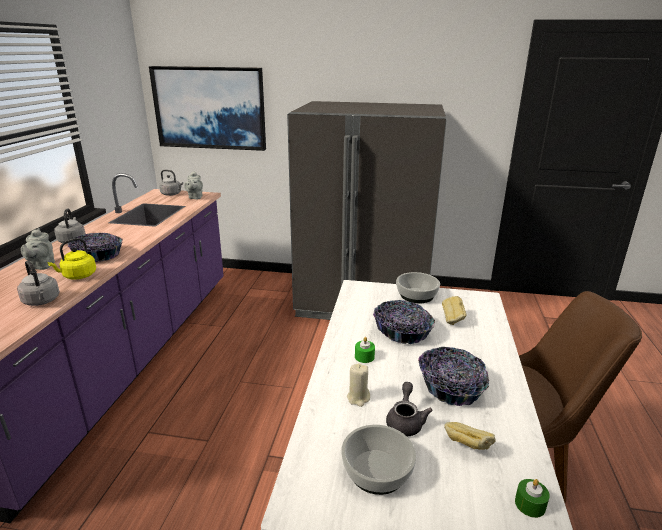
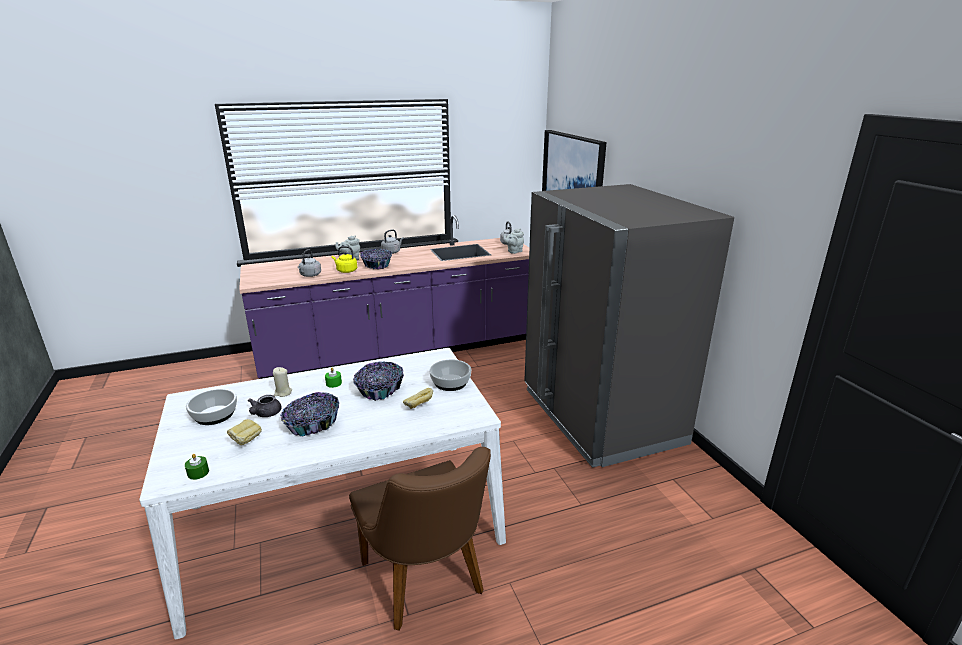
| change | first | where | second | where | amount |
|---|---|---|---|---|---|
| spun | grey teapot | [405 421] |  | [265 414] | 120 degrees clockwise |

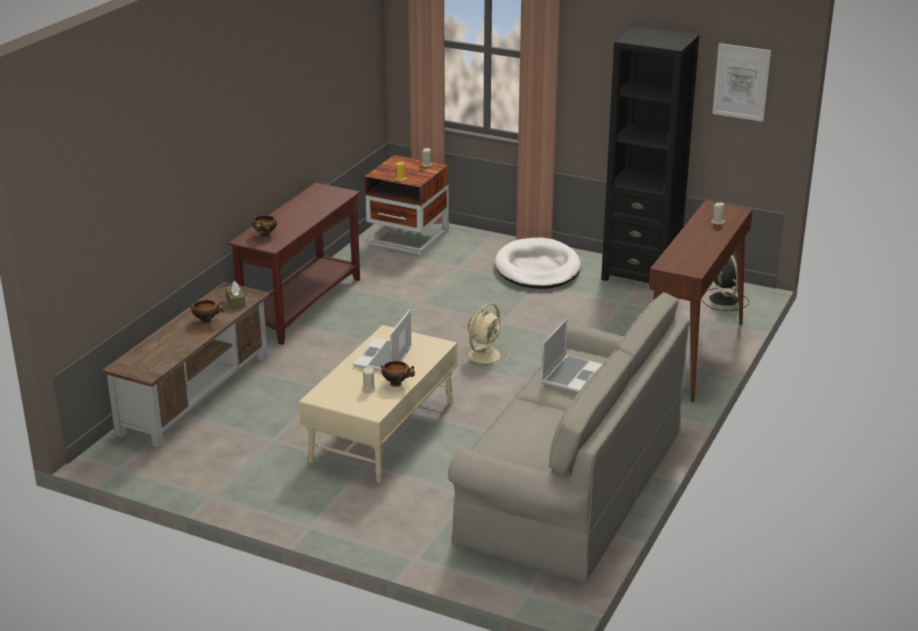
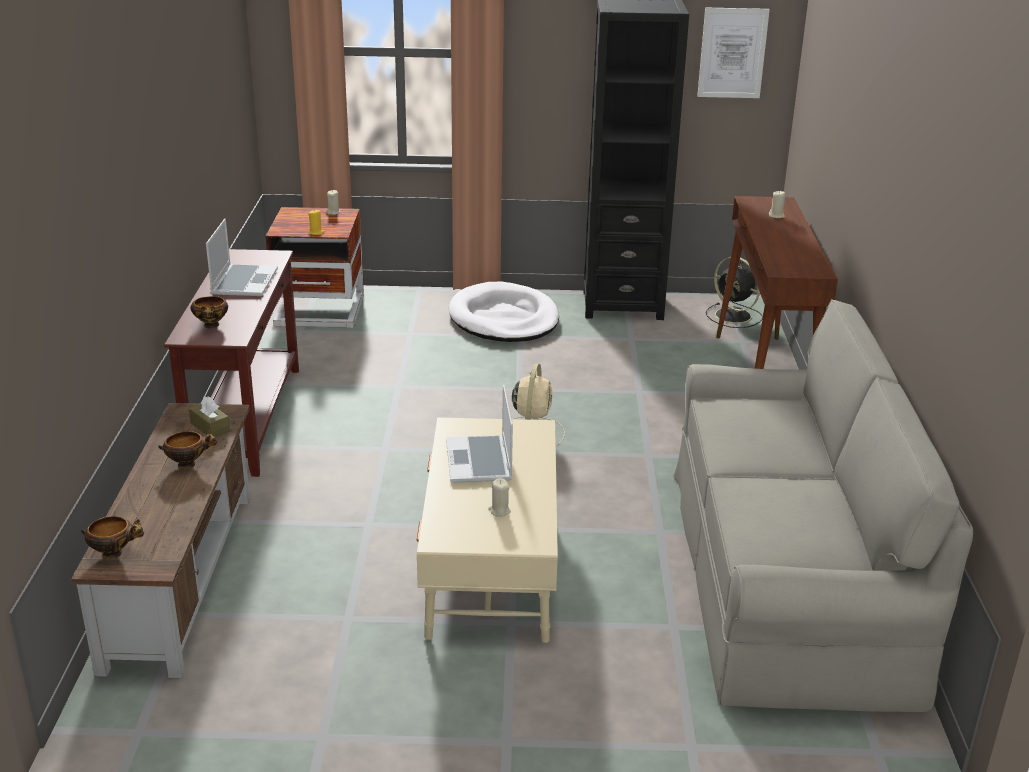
| change | first | where | second | where | amount |
|---|---|---|---|---|---|
| relocated | bowl | [397 384] |  | [114 553] |  |
| relocated | laptop | [572 375] |  | [244 282] |  |

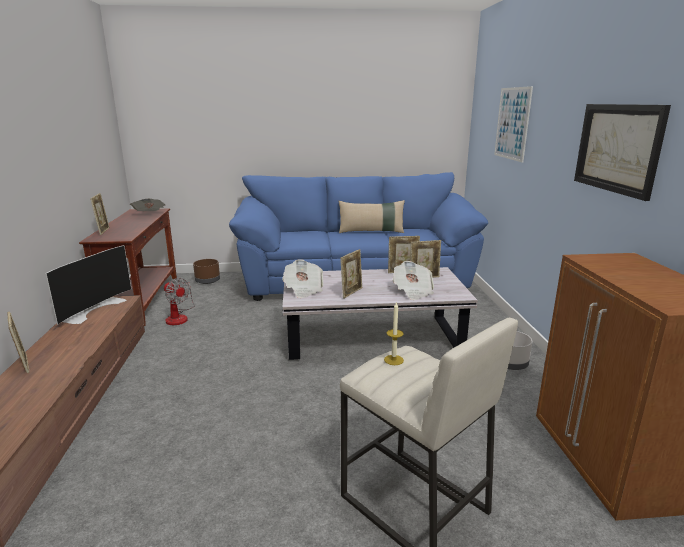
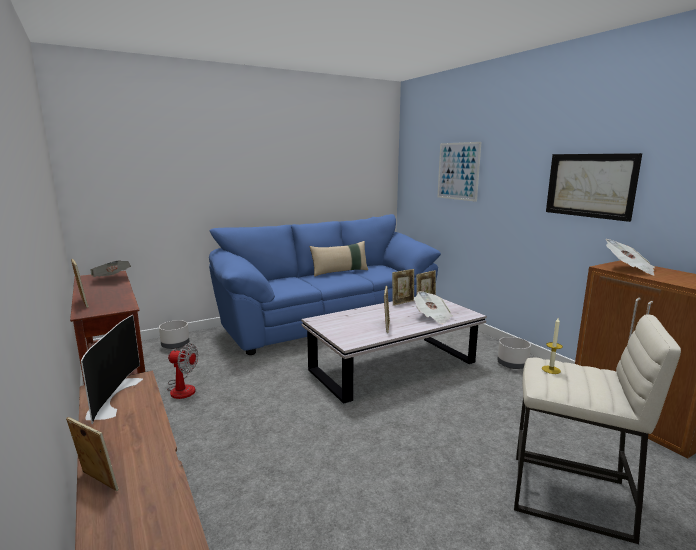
| change | first | where | second | where | amount |
|---|---|---|---|---|---|
| relocated | newspaper | [303 289] |  | [629 269] |  |
| colour | brown planter | [208 281] | grey planter | [176 345] |  |

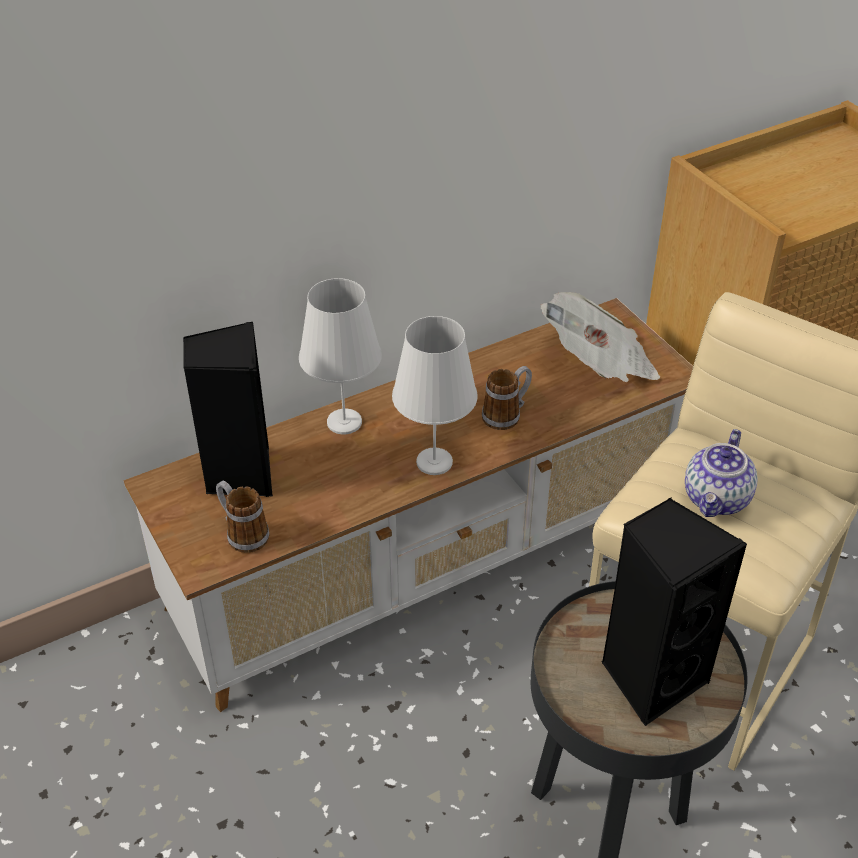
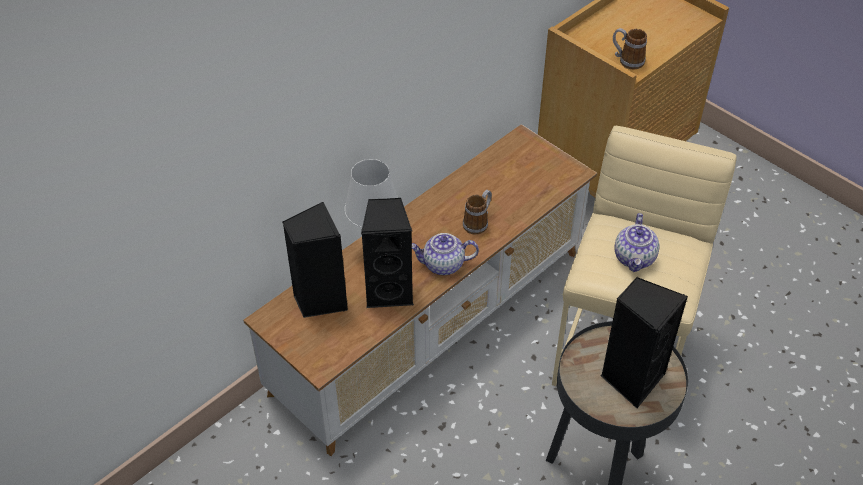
| change | first | where | second | where | amount |
|---|---|---|---|---|---|
| missing | newspaper | [599 364] |  |  |  |
| appeared |  |  | black speaker | [389 291] |  |
| relocated | mug | [242 533] |  | [627 60] |  |
| exchanged | white table lamp | [433 462] | teapot | [443 265] |  |

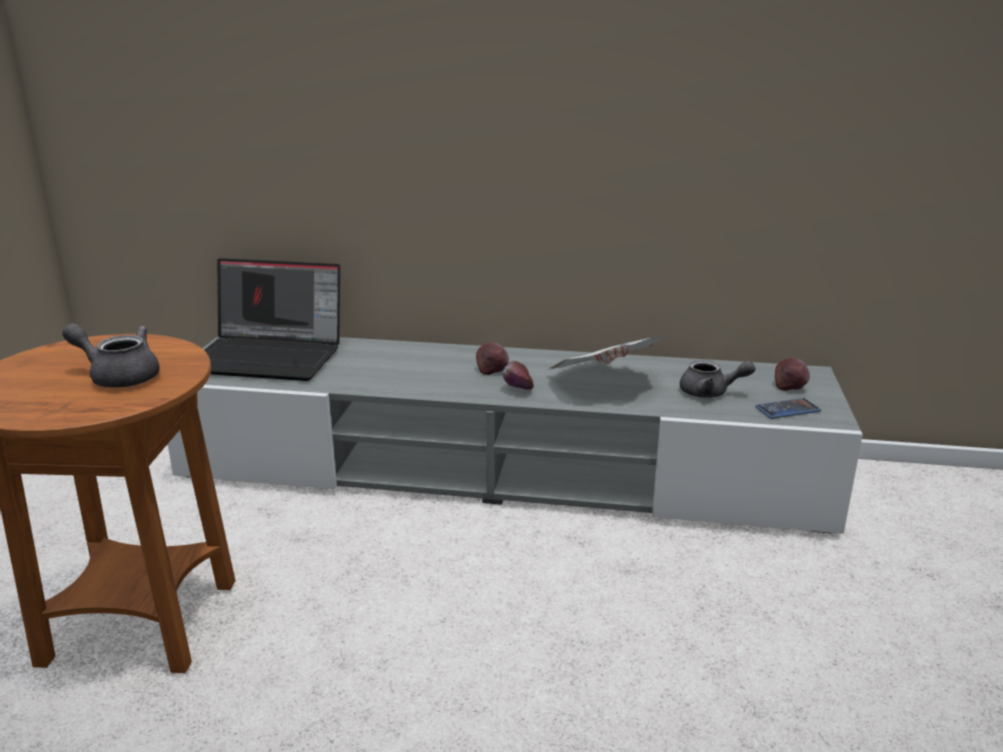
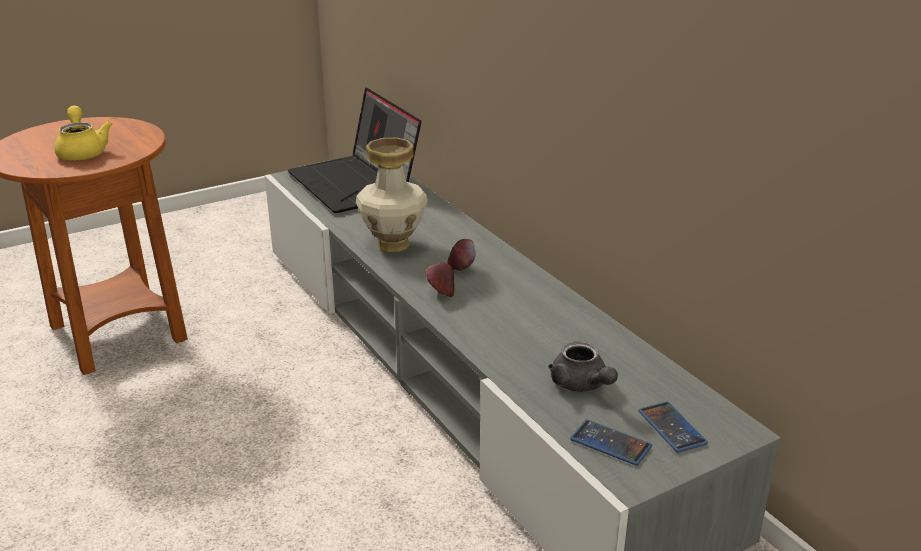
| change | first | where | second | where | amount |
|---|---|---|---|---|---|
| missing | newspaper | [602 382] |  |  |  |
| appeared |  |  | vase | [392 244] |  |
| exchanged | apple | [790 387] | phone | [671 427] |  |
| colour | grey teapot | [119 376] | yellow teapot | [83 151] |  |

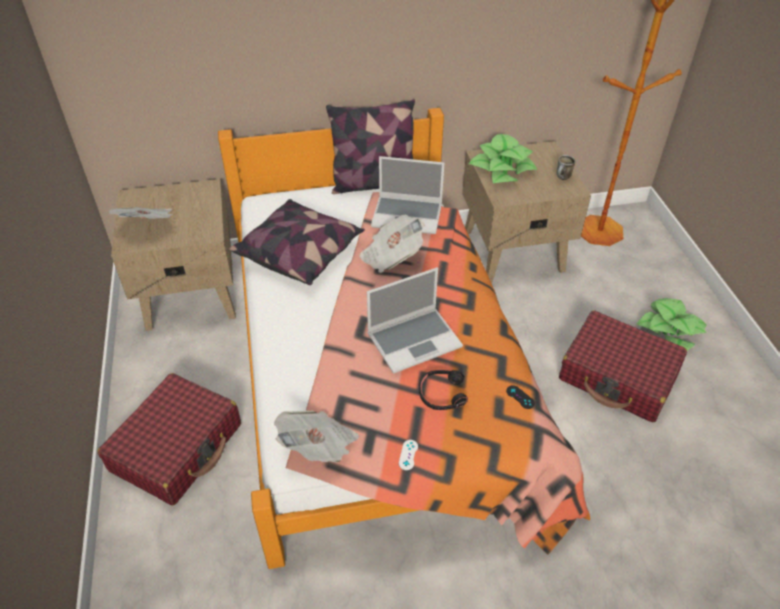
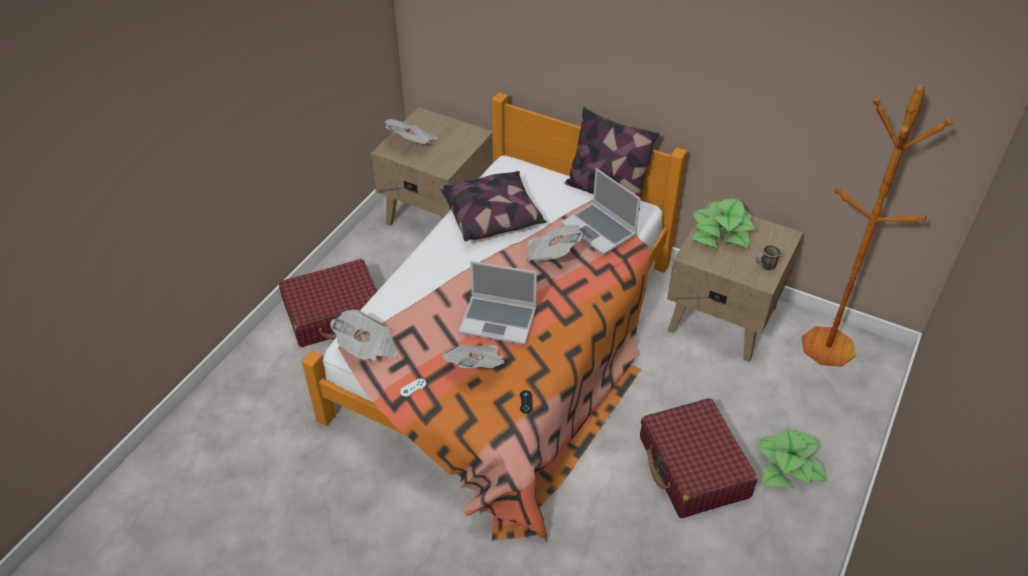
| change | first | where | second | where | amount |
|---|---|---|---|---|---|
| exchanged | black headphones | [442 394] | newspaper | [476 366] |  |

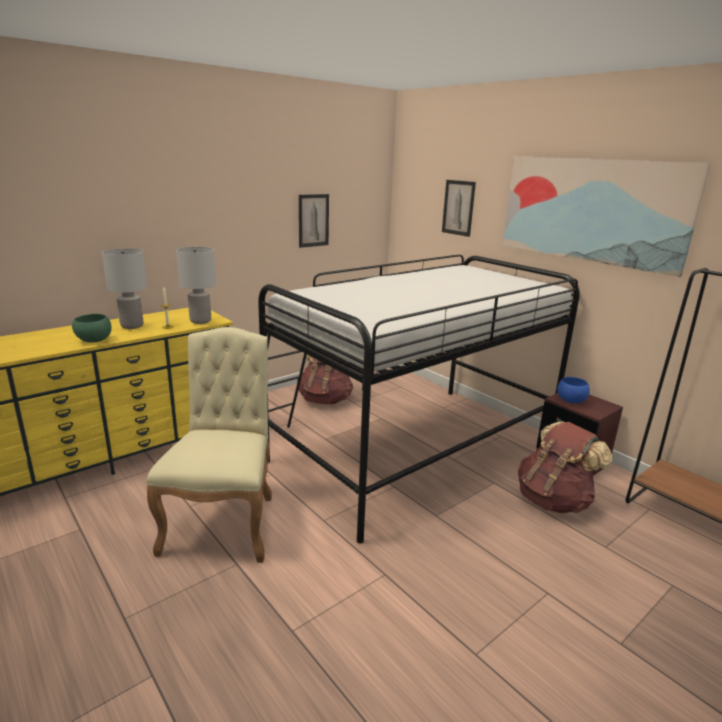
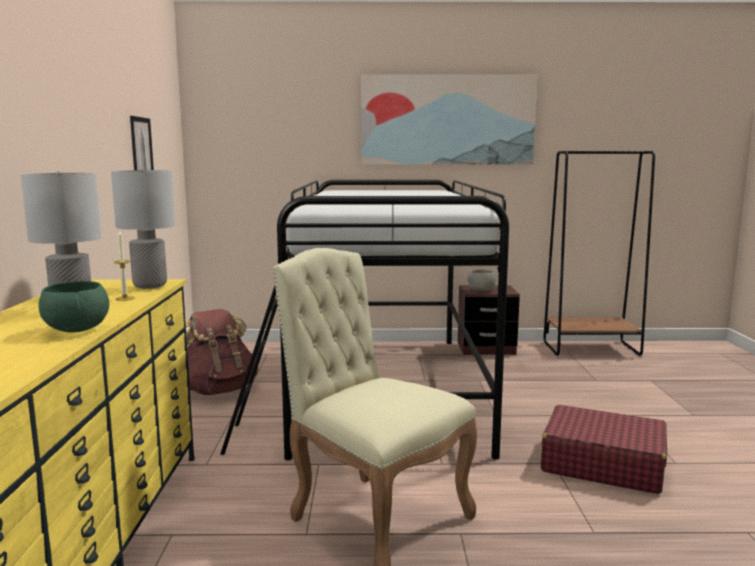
| change | first | where | second | where | amount |
|---|---|---|---|---|---|
| missing | picture | [458 208] |  |  |  |
| missing | brown backpack | [554 500] |  |  |  |
| appeared |  |  | red suitcase | [602 464] |  |
| colour | blue bowl | [570 401] | grey bowl | [481 291] |  |

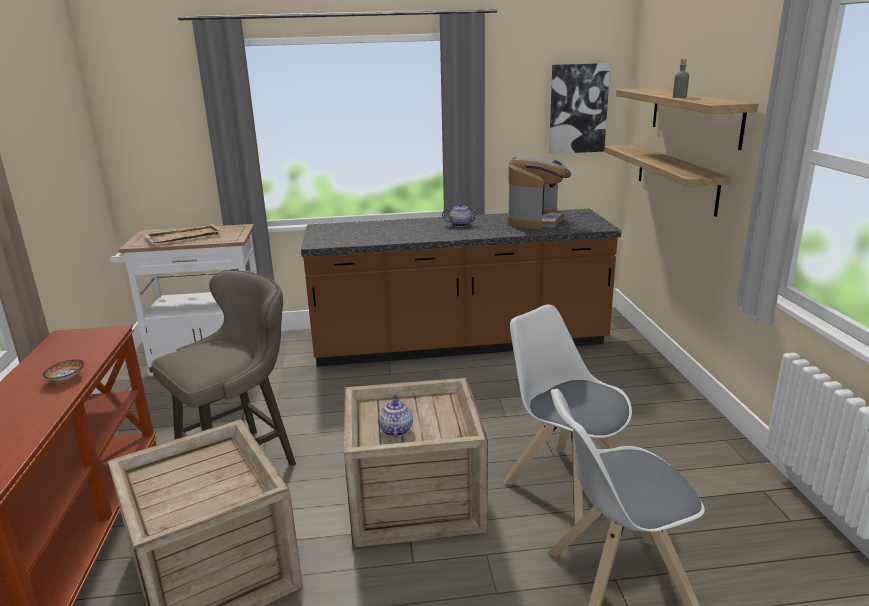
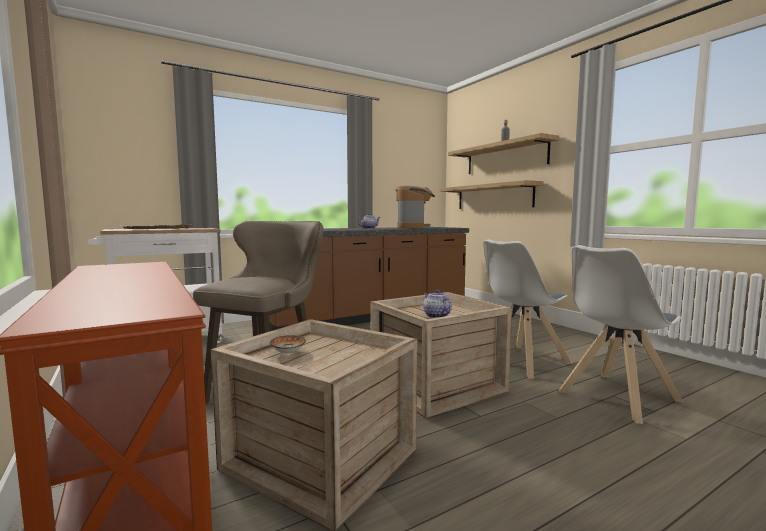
| change | first | where | second | where | amount |
|---|---|---|---|---|---|
| missing | picture | [578 108] |  |  |  |
| relocated | bowl | [65 379] |  | [287 353] |  |
| spun | chair | [565 483] |  | [521 362] | 60 degrees counterclockwise |

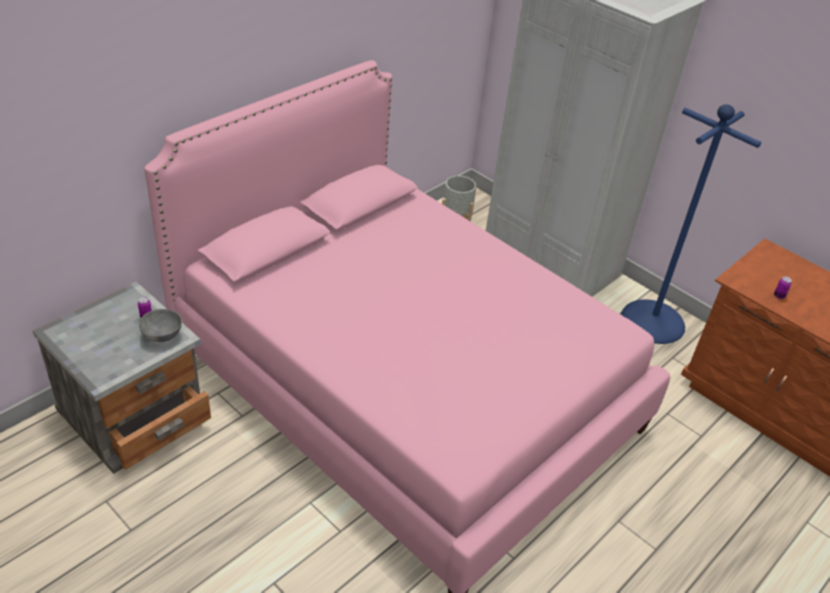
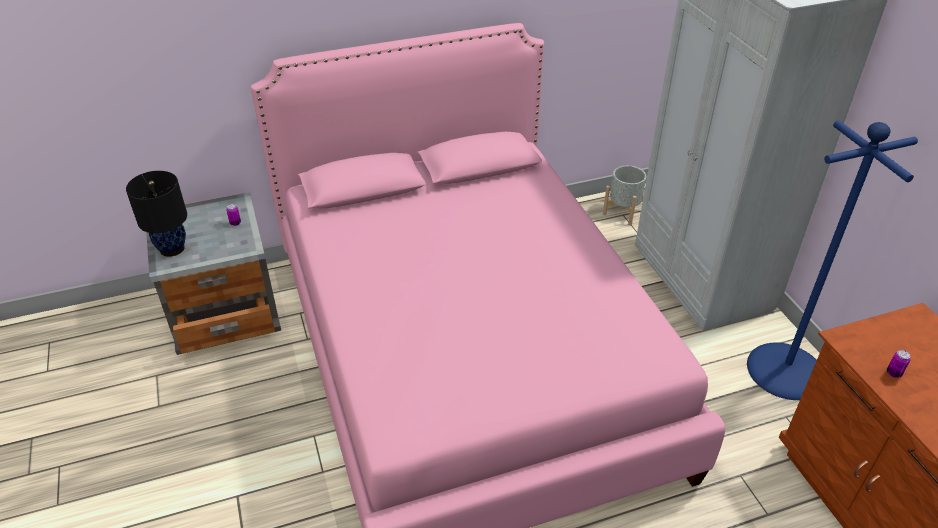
| change | first | where | second | where | amount |
|---|---|---|---|---|---|
| missing | grey bowl | [161 336] |  |  |  |
| appeared |  |  | black table lamp | [172 249] |  |

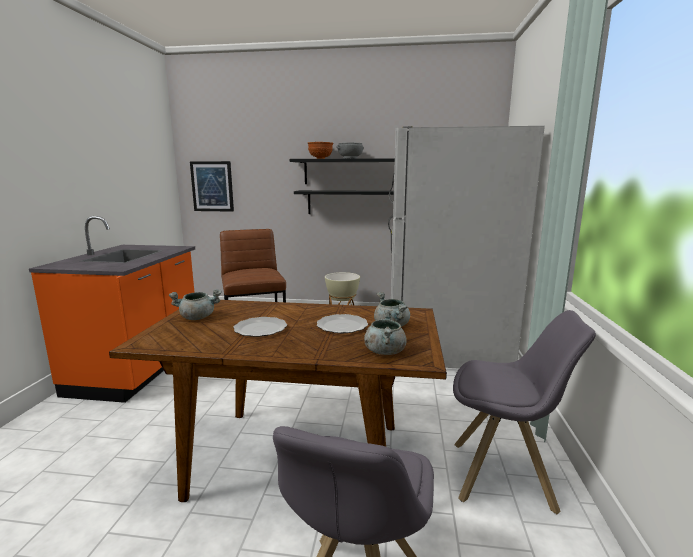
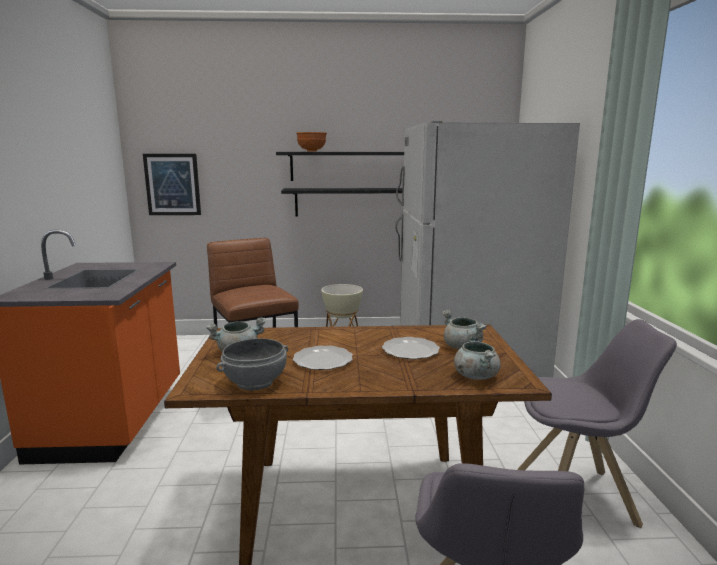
| change | first | where | second | where | amount |
|---|---|---|---|---|---|
| relocated | grey bowl | [350 158] |  | [255 382] |  |

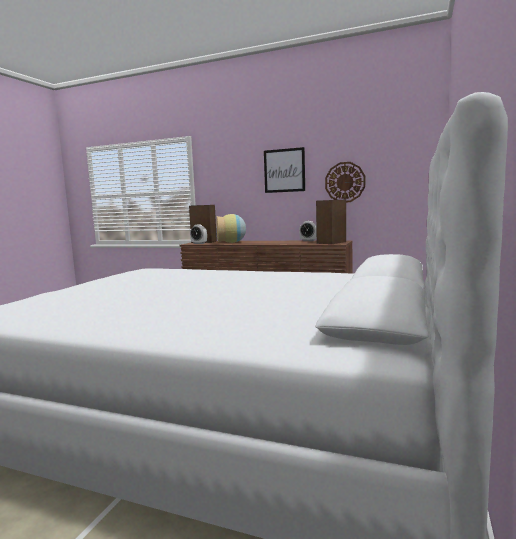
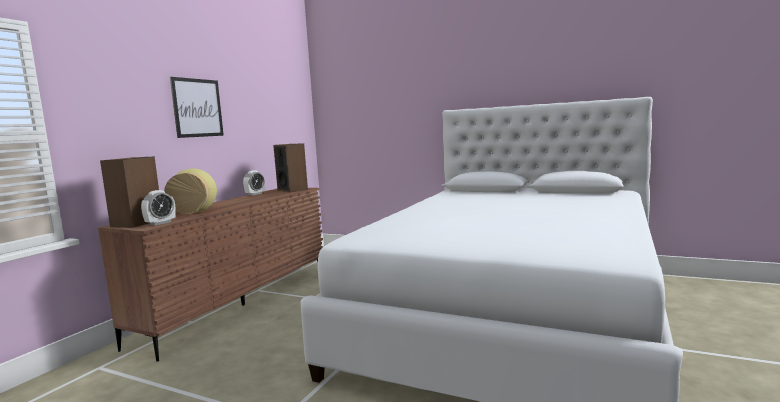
| change | first | where | second | where | amount |
|---|---|---|---|---|---|
| missing | wall clock | [345 182] |  |  |  |

